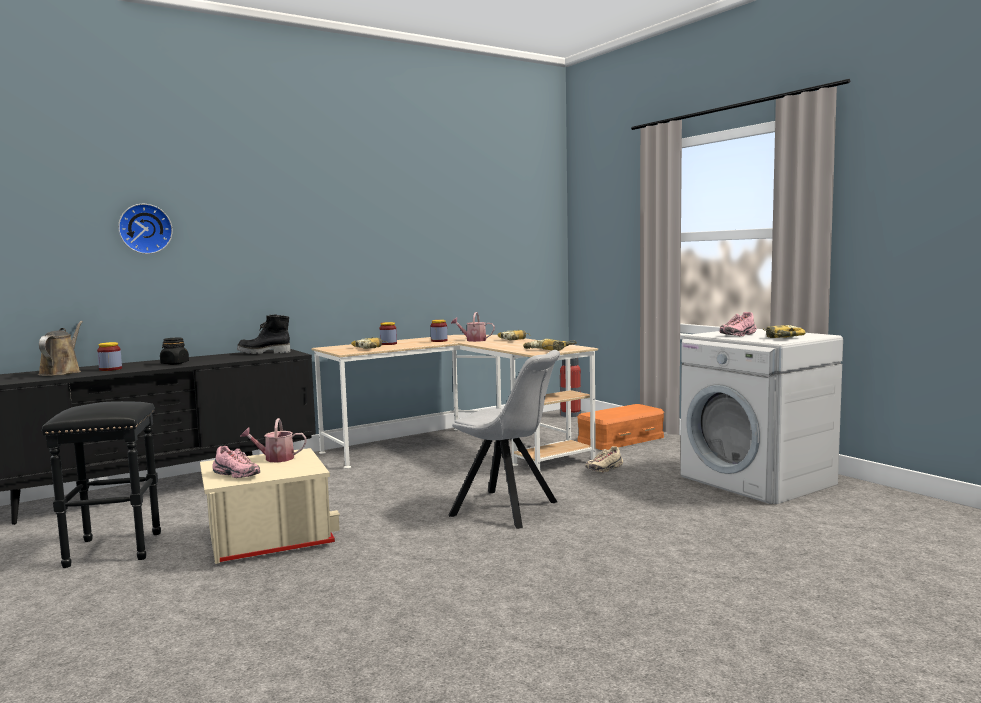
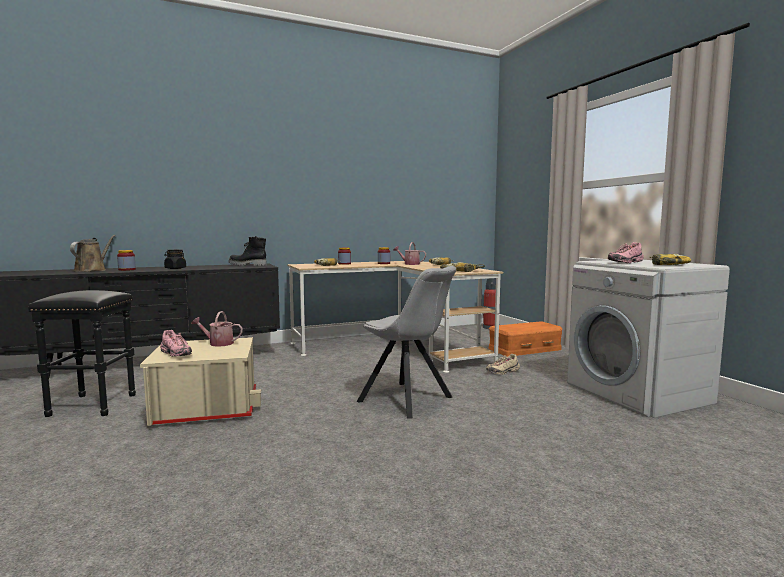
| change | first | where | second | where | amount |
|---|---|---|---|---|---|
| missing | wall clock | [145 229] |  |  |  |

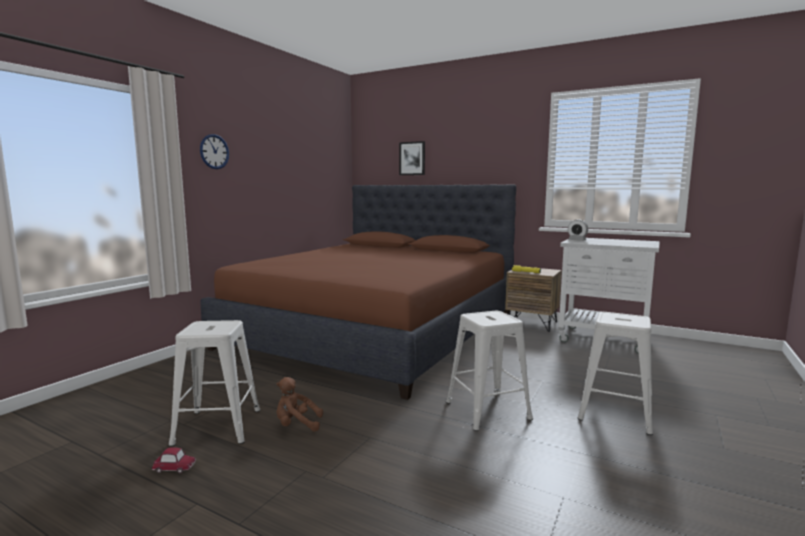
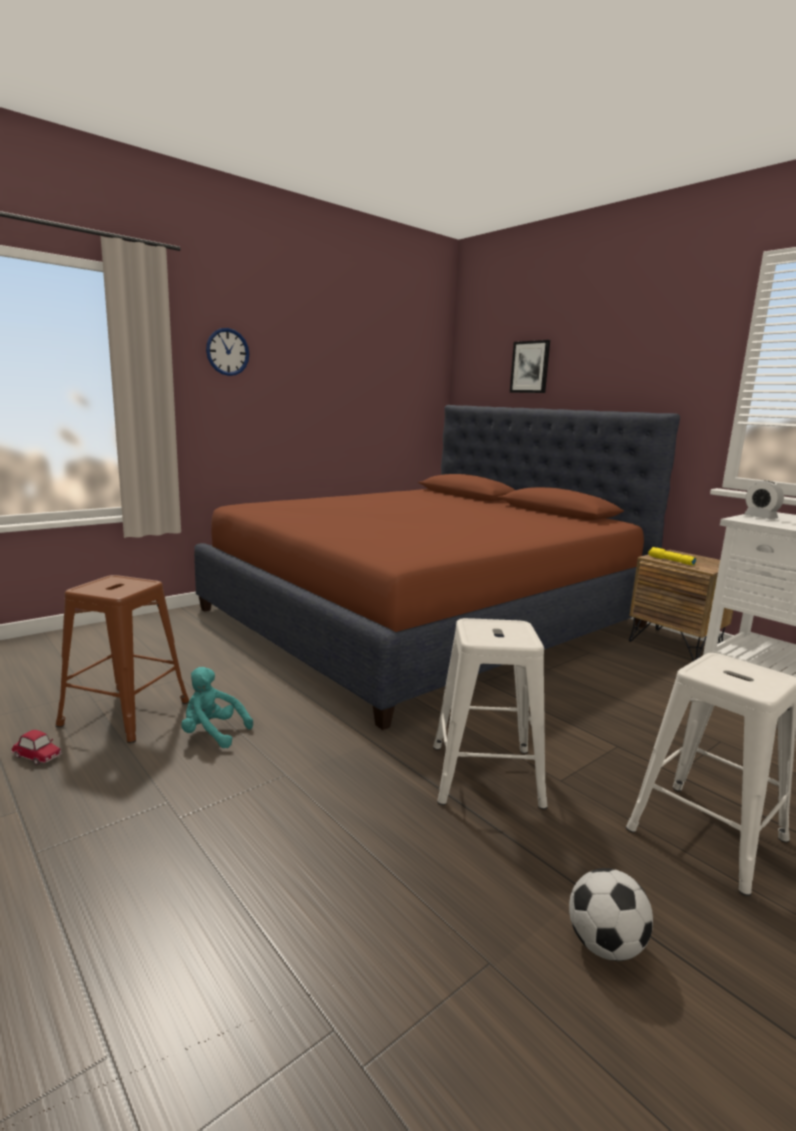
| change | first | where | second | where | amount |
|---|---|---|---|---|---|
| appeared |  |  | football | [605 945] |  |
| colour | white stool | [217 426] | brown stool | [125 713] |  |
| colour | brown plush toy | [296 425] | turquoise plush toy | [212 733] |  |

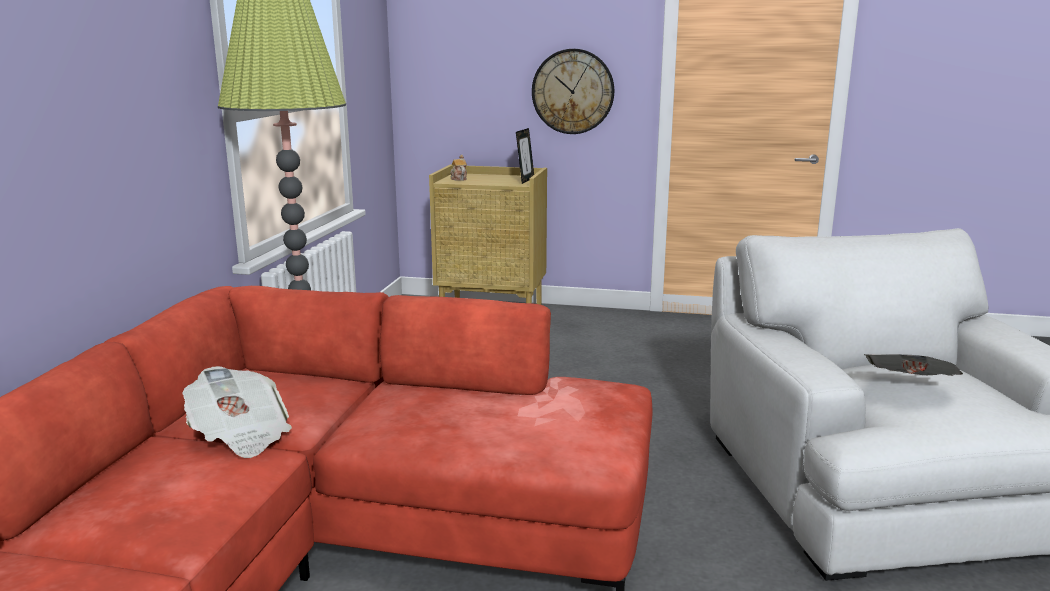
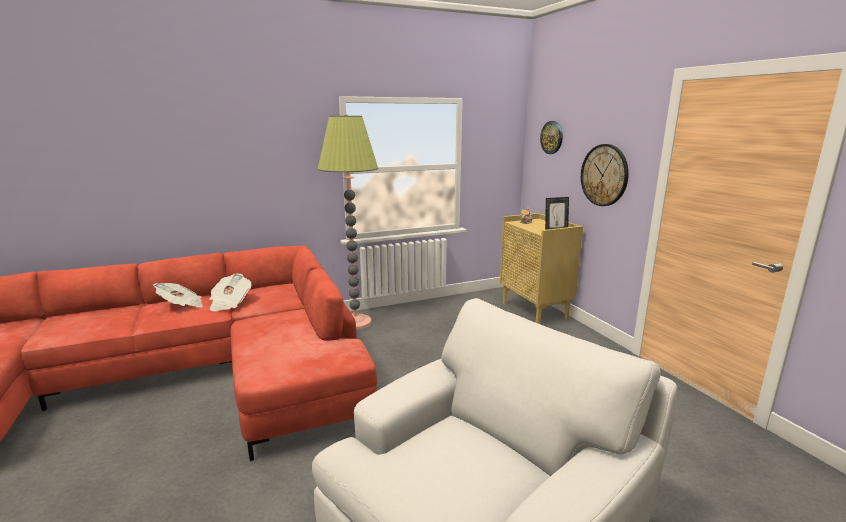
| change | first | where | second | where | amount |
|---|---|---|---|---|---|
| appeared |  |  | wall clock | [552 137] |  |
| relocated | newspaper | [909 388] |  | [182 306] |  |

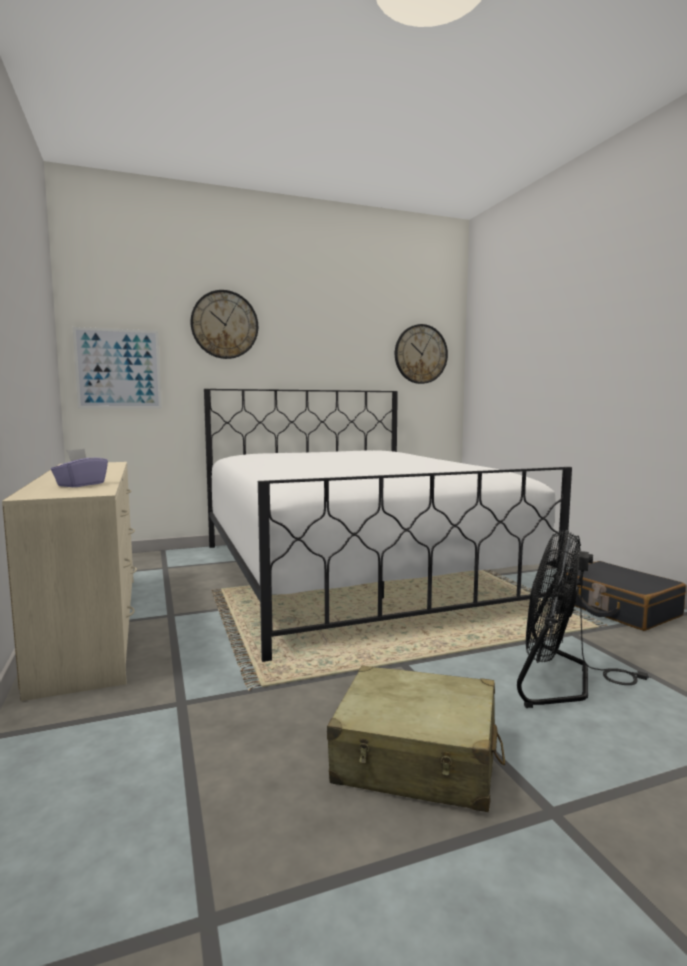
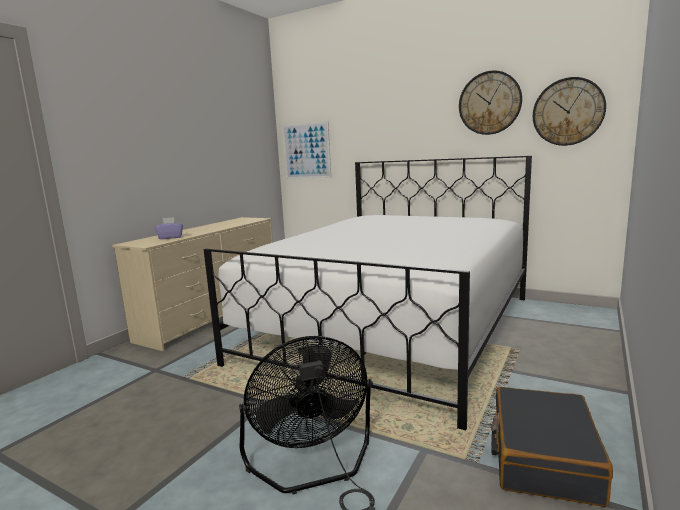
| change | first | where | second | where | amount |
|---|---|---|---|---|---|
| missing | beige suitcase | [417 758] |  |  |  |
| relocated | wall clock | [224 325] |  | [489 103] |  |

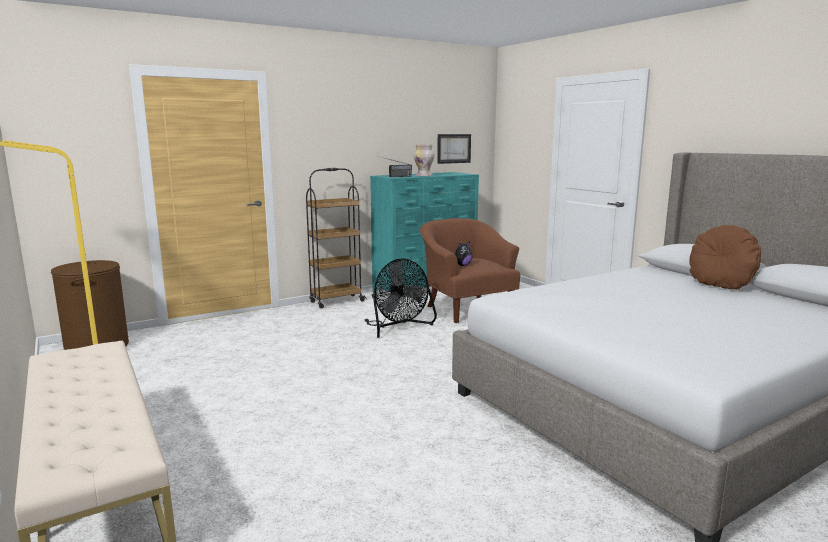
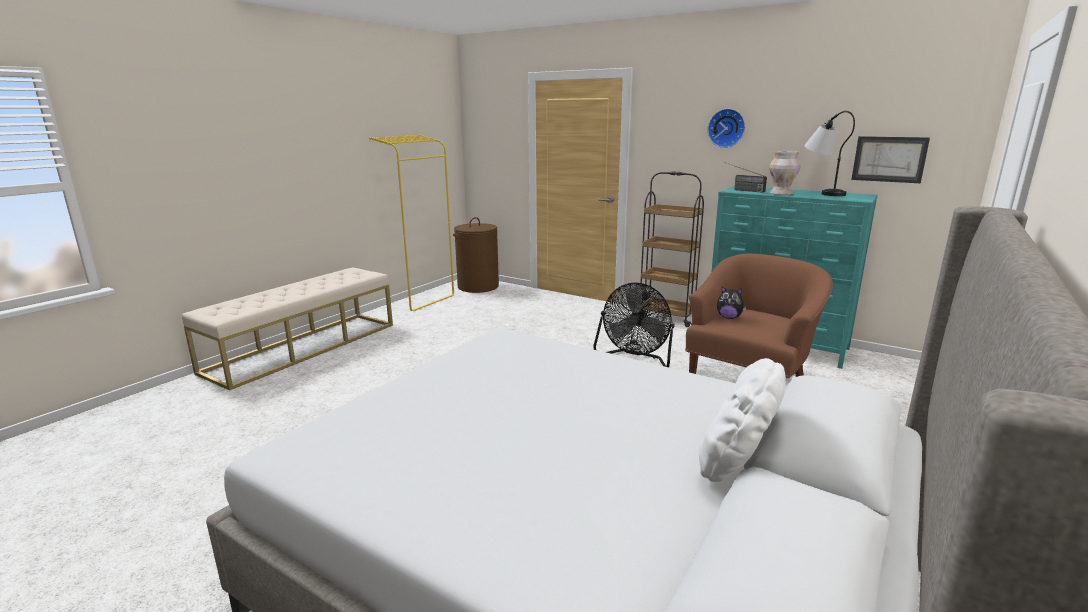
| change | first | where | second | where | amount |
|---|---|---|---|---|---|
| appeared |  |  | wall clock | [727 128] |  |
| appeared |  |  | table lamp | [821 192] |  |
| colour | brown pillow | [720 286] | white pillow | [735 469] |  |

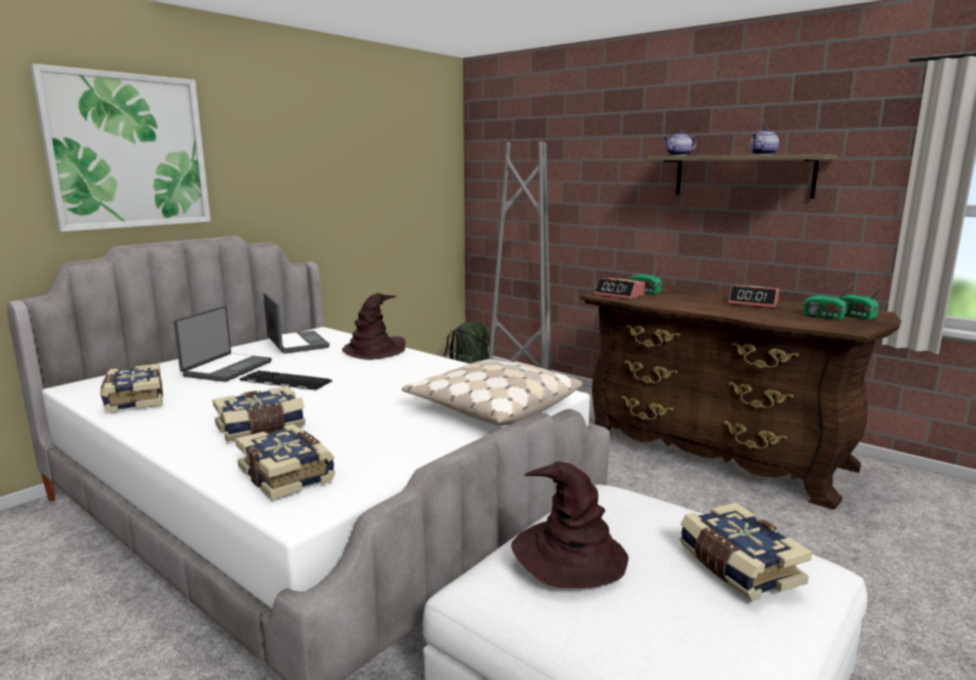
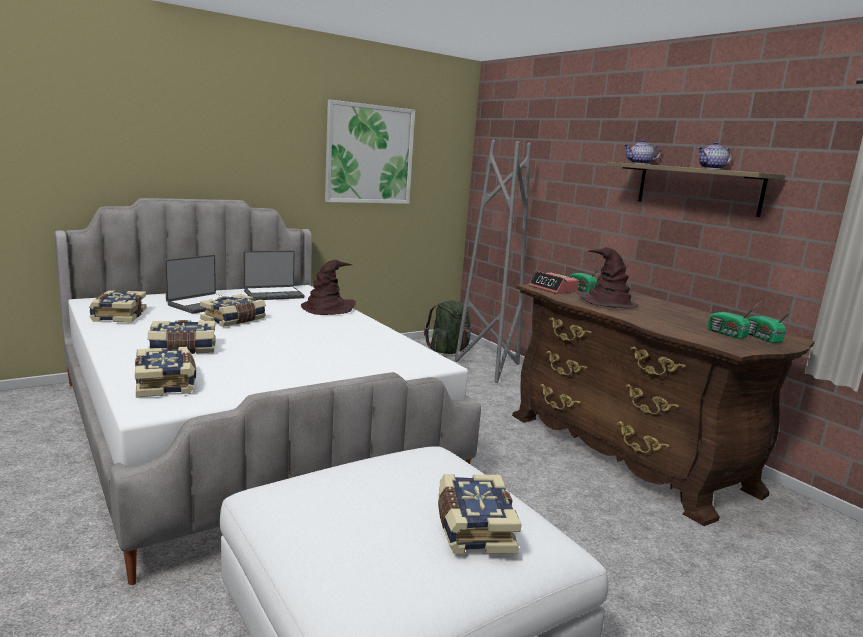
| change | first | where | second | where | amount |
|---|---|---|---|---|---|
| missing | beige pillow | [492 407] |  |  |  |
| missing | alarm clock | [753 303] |  |  |  |
| relocated | picture | [128 151] |  | [369 154] |  |
| relocated | brown hat | [568 556] |  | [606 302] |  |
| exchanged | keyboard | [284 381] | book | [234 320] |  |
| spun | laptop | [296 344] |  | [273 294] | 75 degrees clockwise |

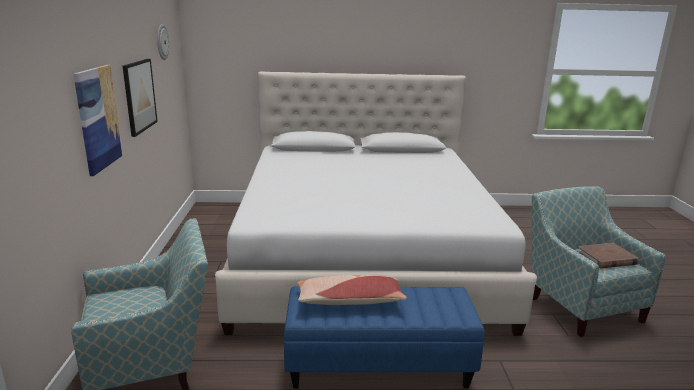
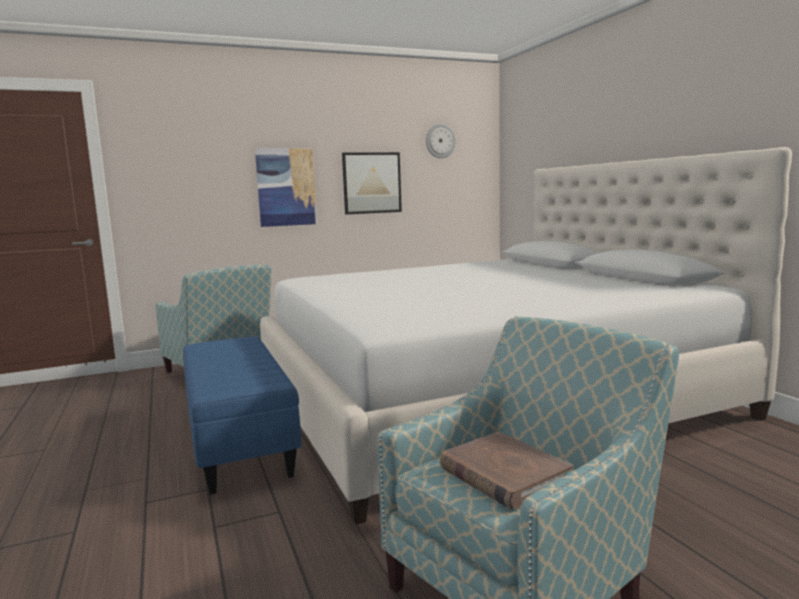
| change | first | where | second | where | amount |
|---|---|---|---|---|---|
| missing | pillow | [349 301] |  |  |  |

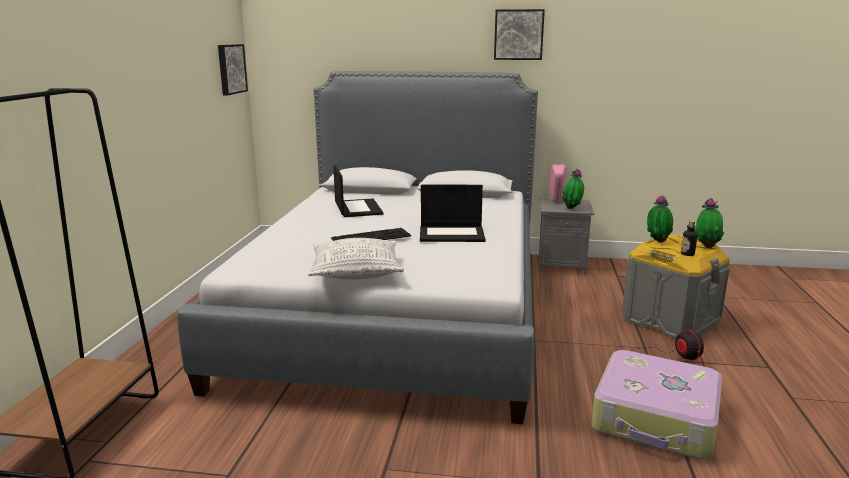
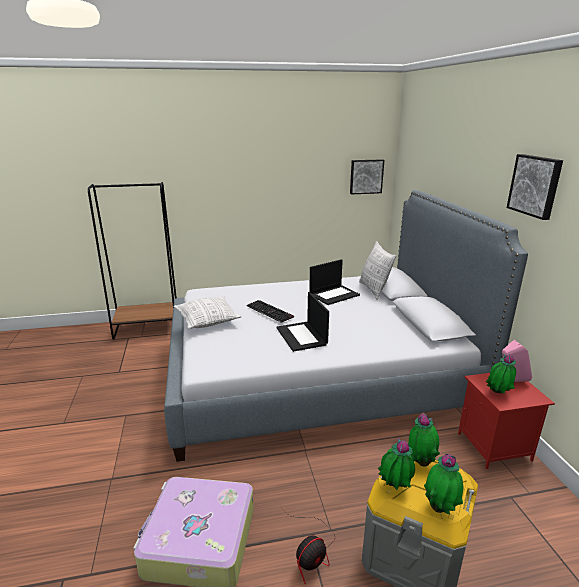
| change | first | where | second | where | amount |
|---|---|---|---|---|---|
| appeared |  |  | pillow | [374 290] |  |
| exchanged | bottle | [687 254] | potted plant | [394 488] |  |
| colour | grey nightstand | [562 265] | red nightstand | [496 447] |  |

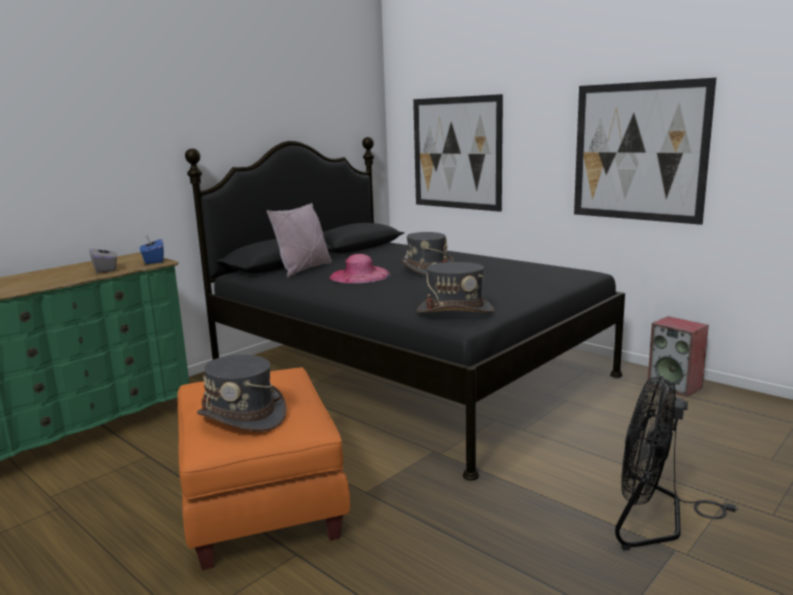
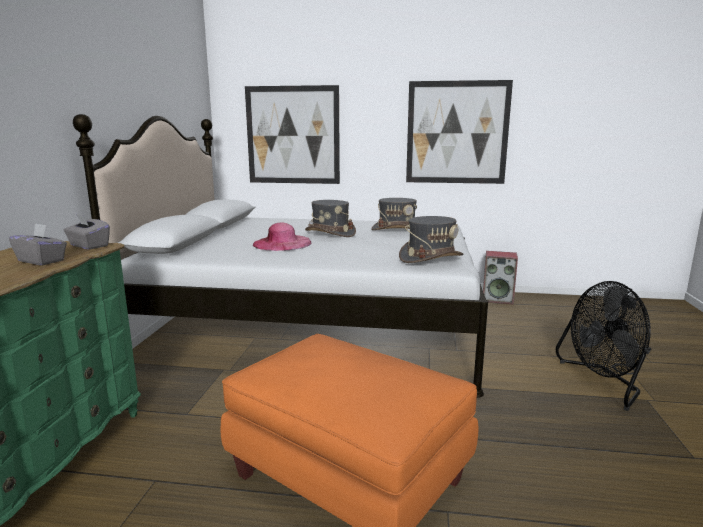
| change | first | where | second | where | amount |
|---|---|---|---|---|---|
| missing | purple pillow | [304 269] |  |  |  |
| relocated | grey hat | [243 416] |  | [397 229] |  |
| colour | blue tissue box | [153 261] | grey tissue box | [88 246] |  |
| colour | black bed | [408 373] | white bed | [315 328] |  |

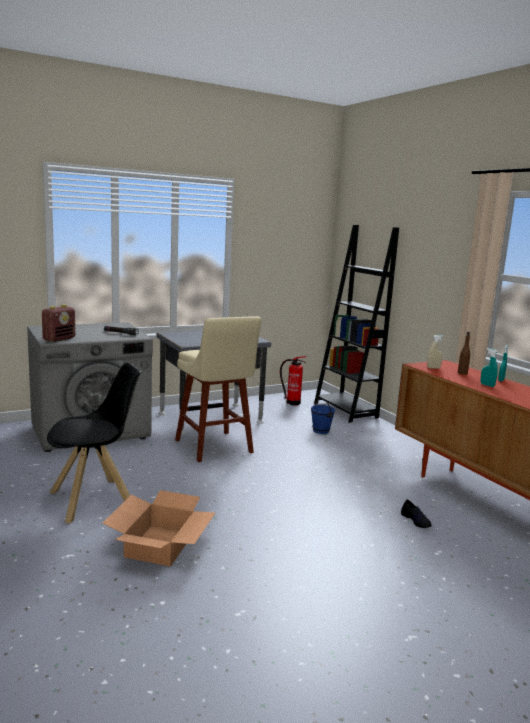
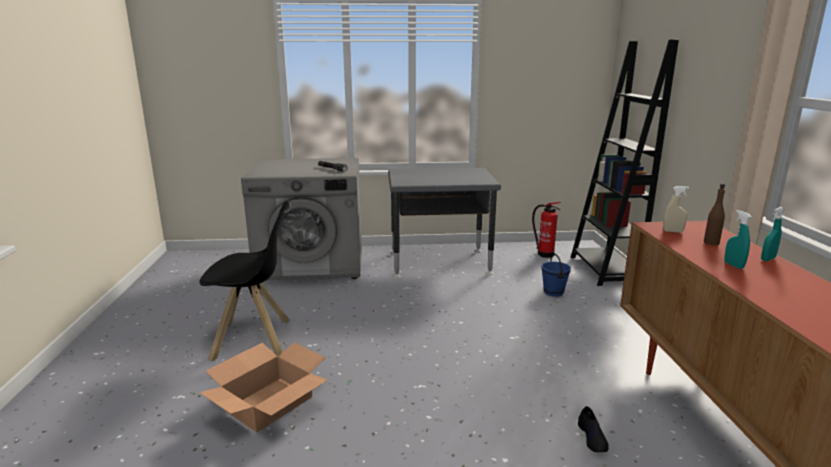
| change | first | where | second | where | amount |
|---|---|---|---|---|---|
| missing | radio | [59 339] |  |  |  |
| missing | beige stool | [214 447] |  |  |  |

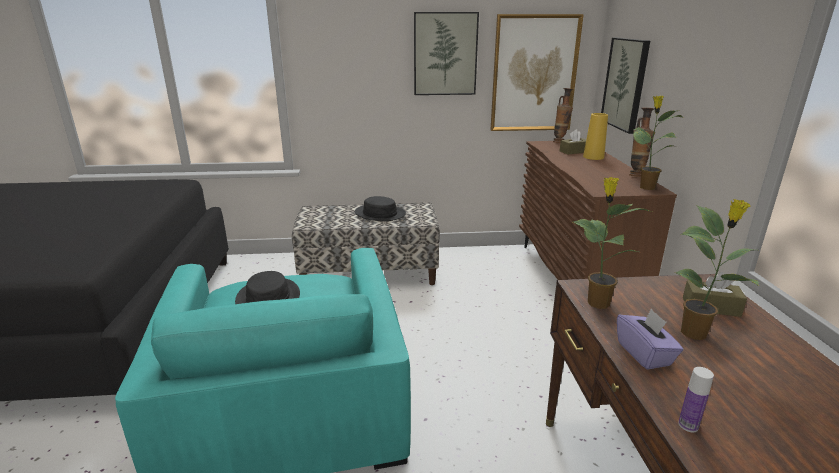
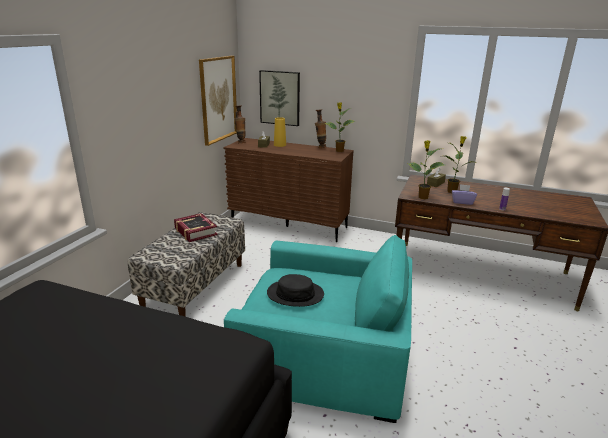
| change | first | where | second | where | amount |
|---|---|---|---|---|---|
| missing | picture | [445 54] |  |  |  |
| exchanged | black hat | [380 213] | book | [195 231] |  |

